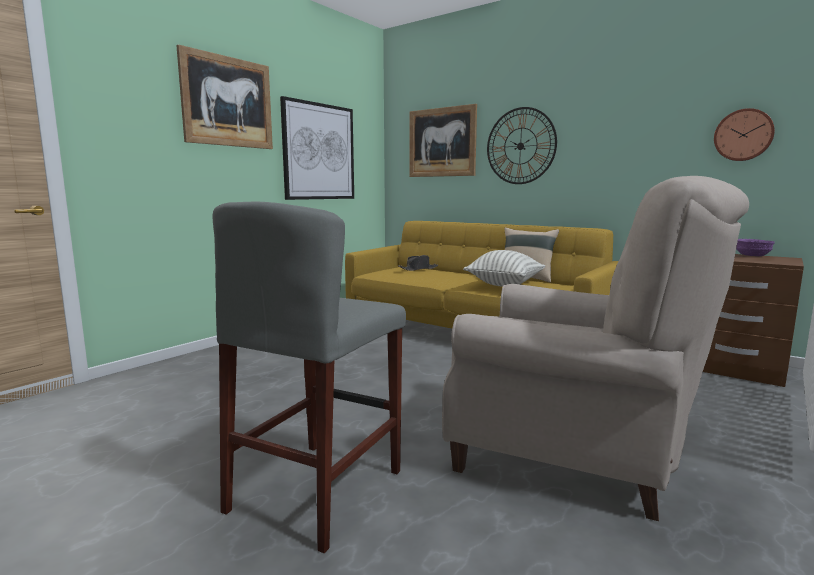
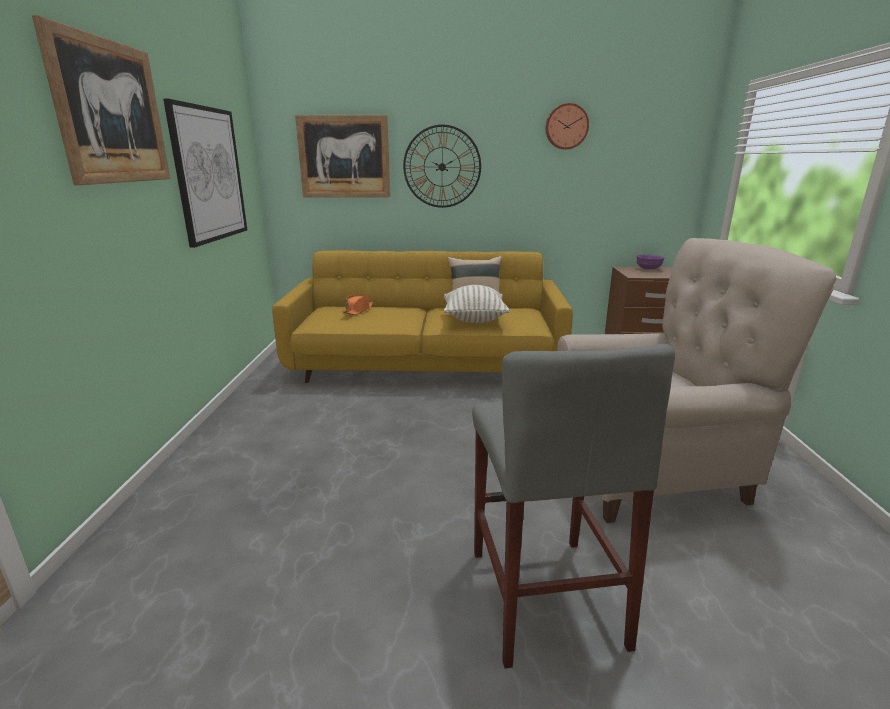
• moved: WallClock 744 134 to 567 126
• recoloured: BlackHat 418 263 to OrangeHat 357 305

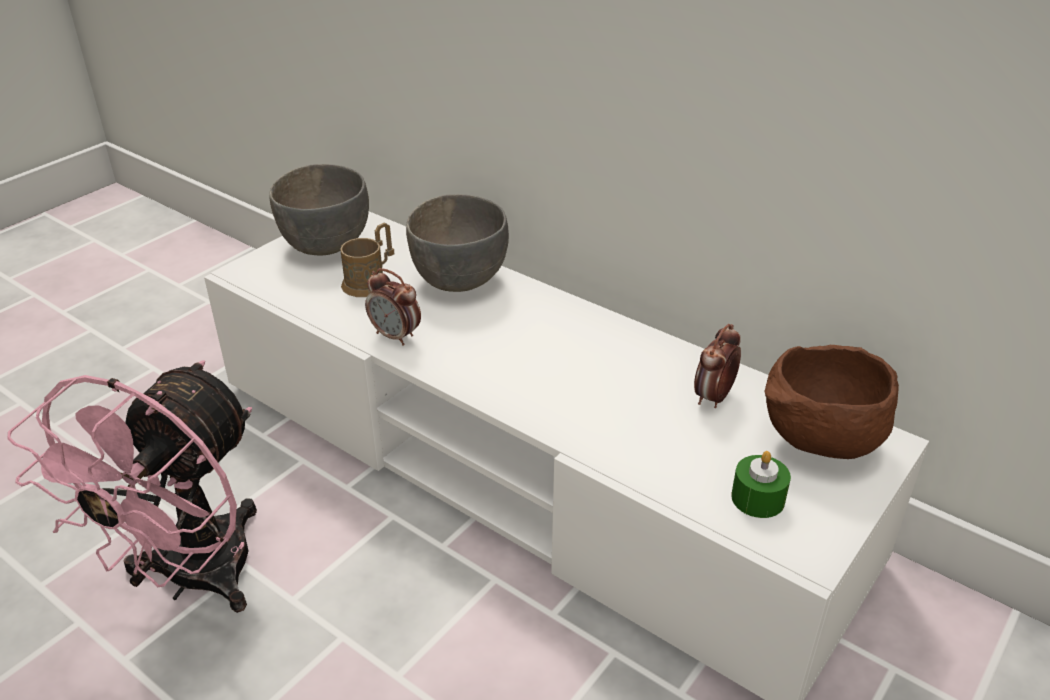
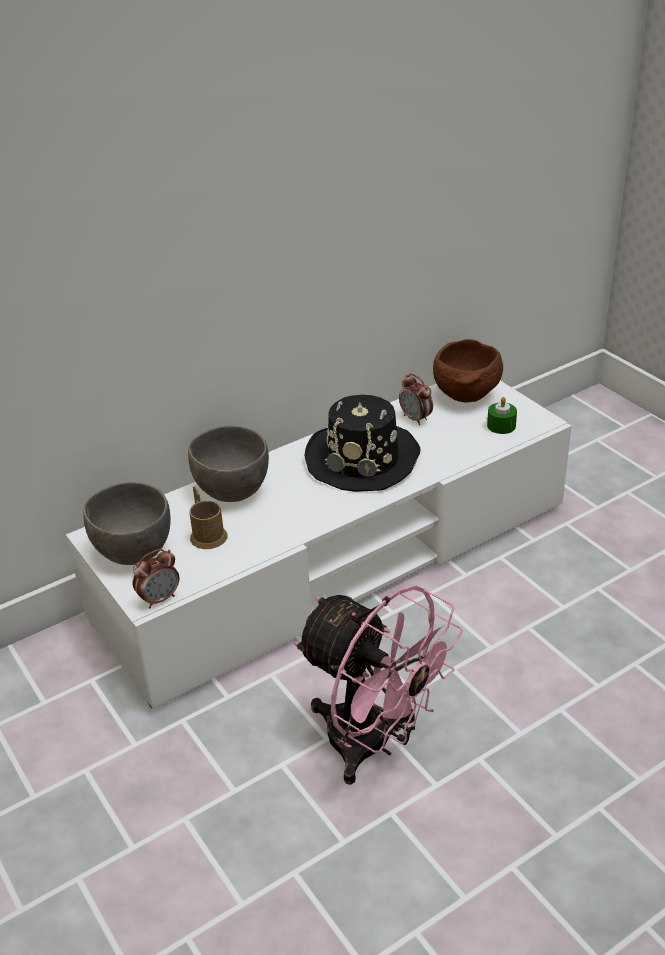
• added: BlackHat 362 443
• moved: AlarmClock 393 307 to 155 578

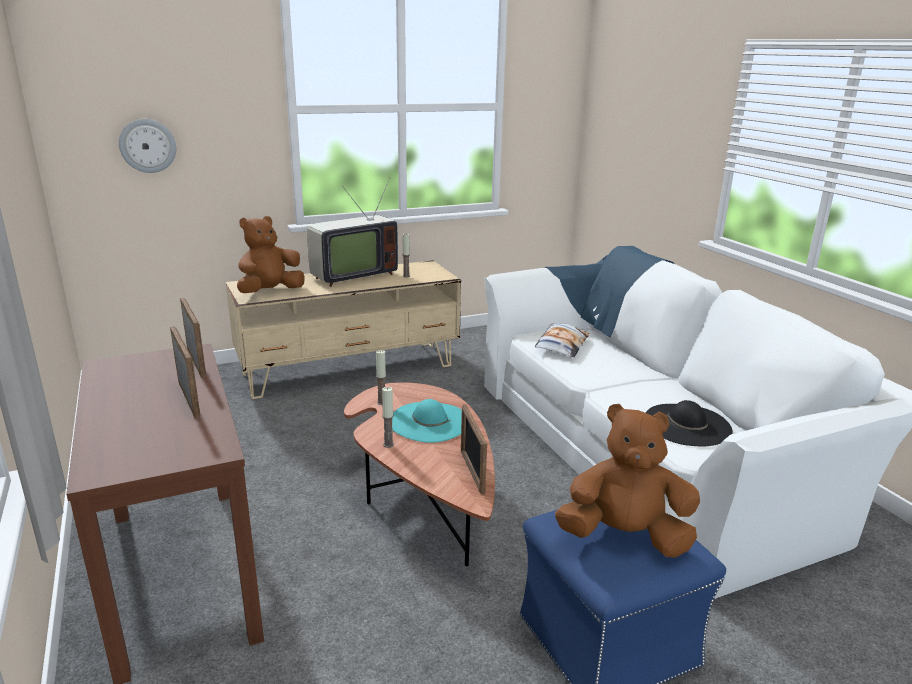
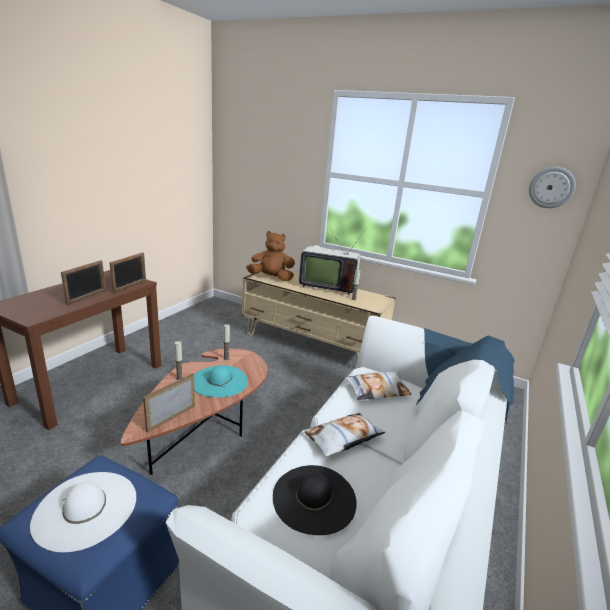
• added: Pillow 345 435
• moved: WallClock 147 146 to 552 187
• replaced: BrownPlushToy 627 481 to WhiteHat 83 512

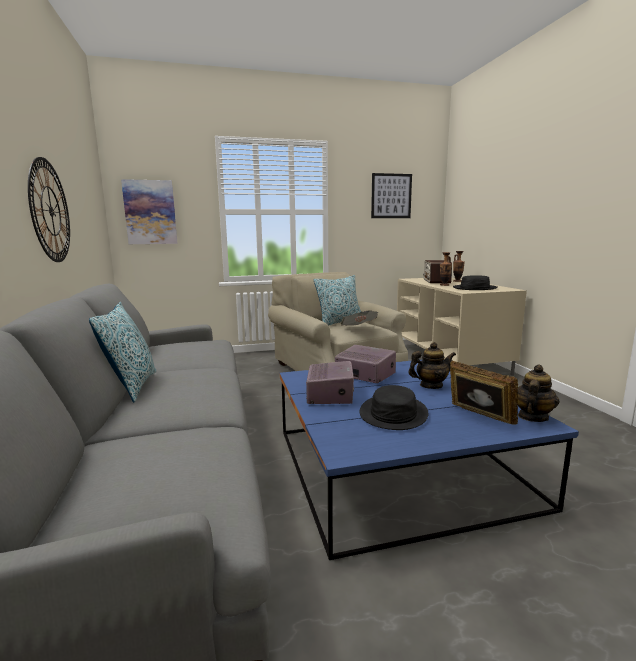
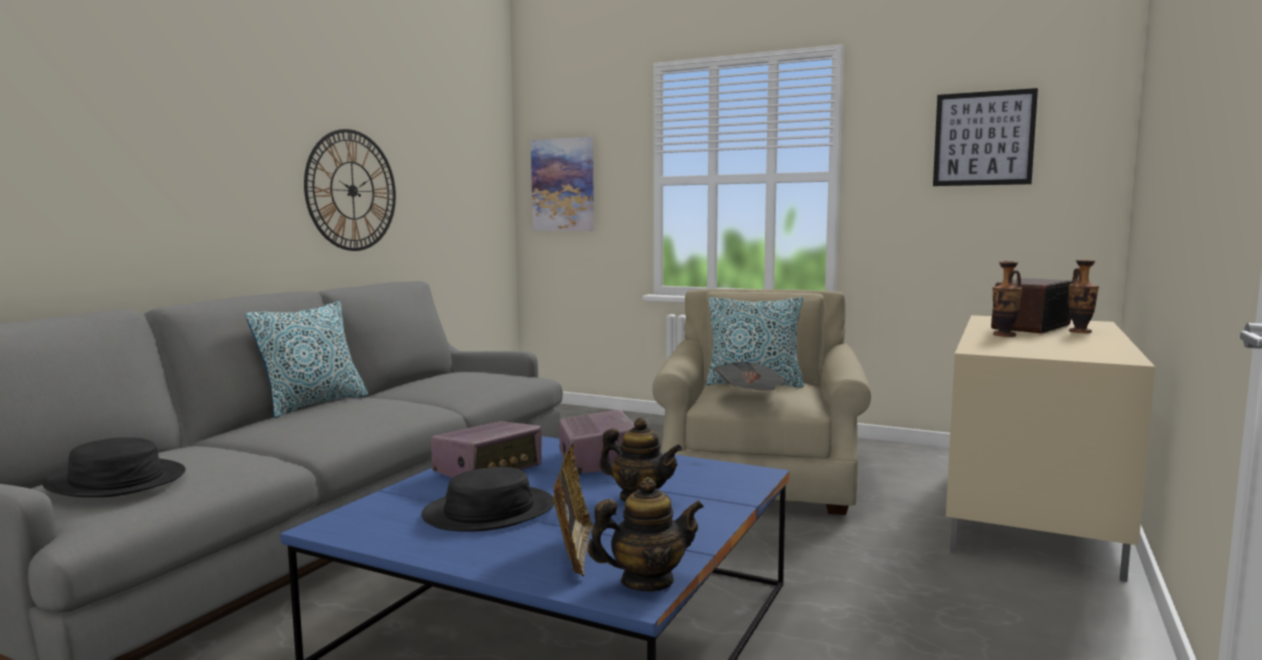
• moved: BlackHat 475 282 to 114 467

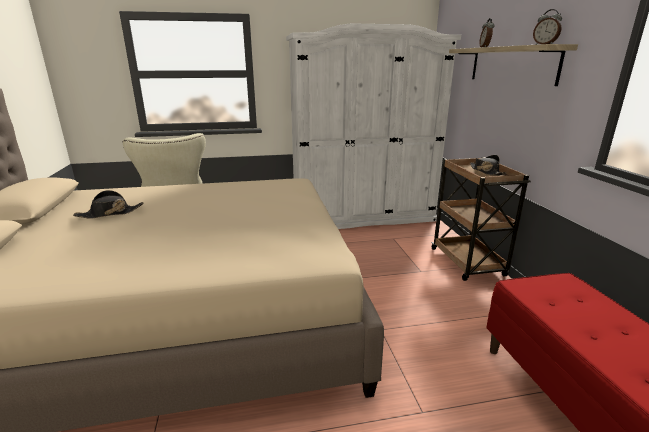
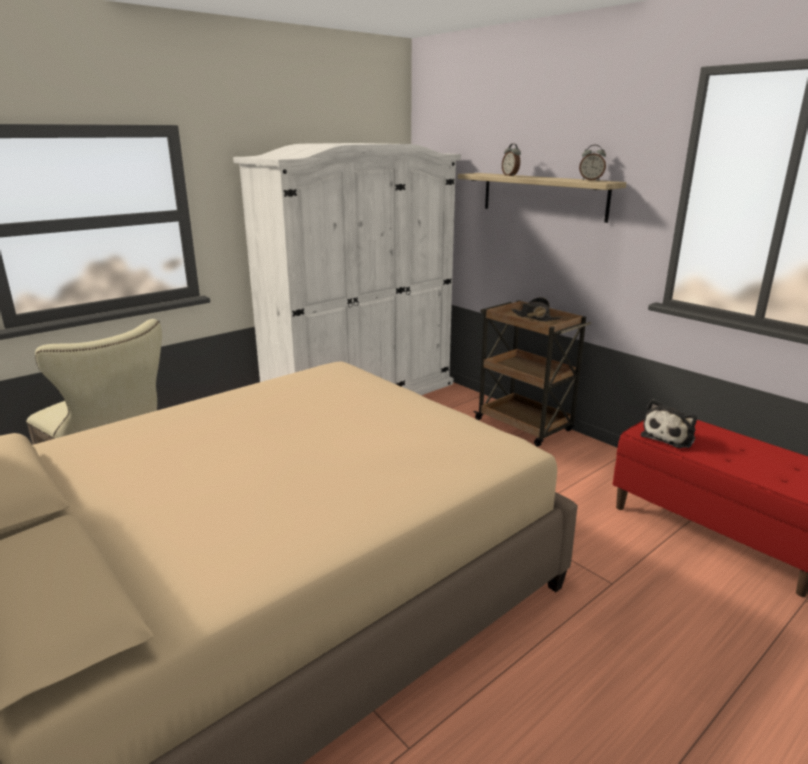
• removed: BlackHat 108 204
• added: PlushToy 669 423

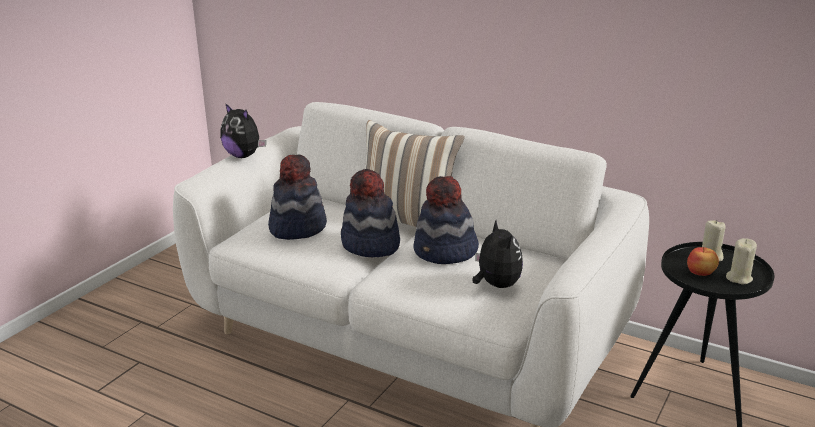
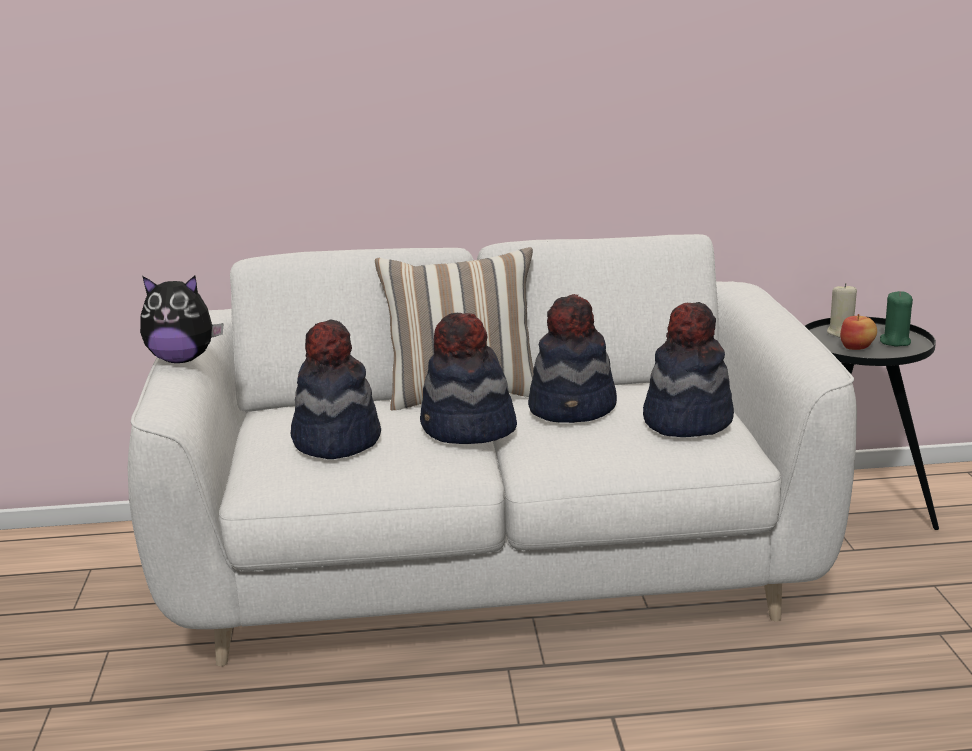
• replaced: PlushToy 497 254 to Hat 688 369
• recoloured: BeigeCandle 741 261 to GreenCandle 896 319

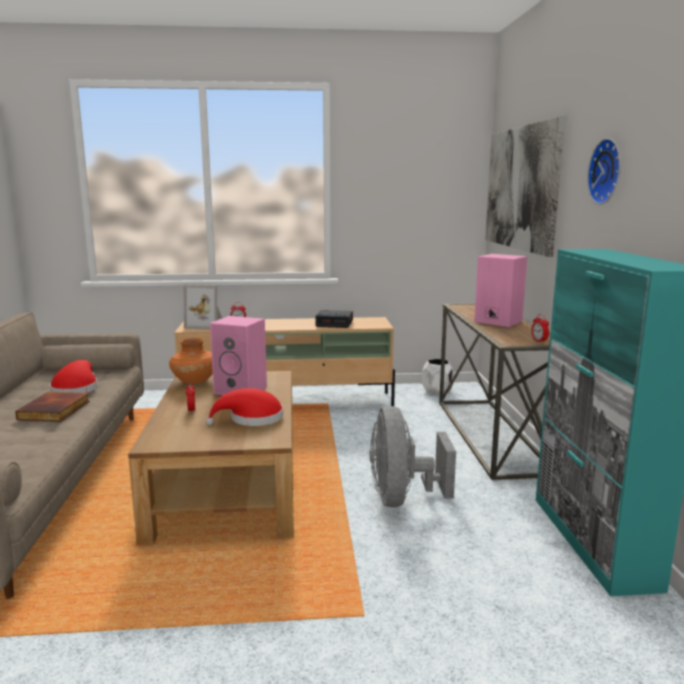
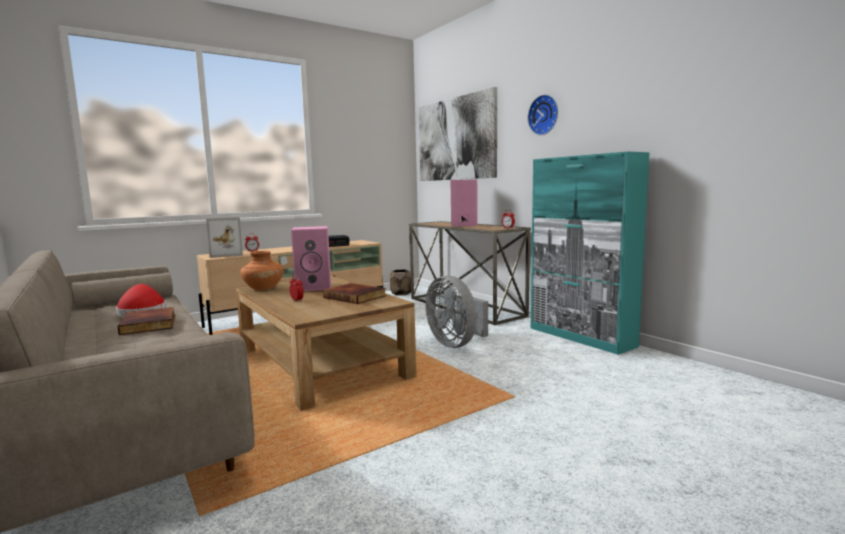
• replaced: RedHat 244 407 to Book 354 293
• recoloured: WhitePlanter 438 377 to BrownPlanter 400 282

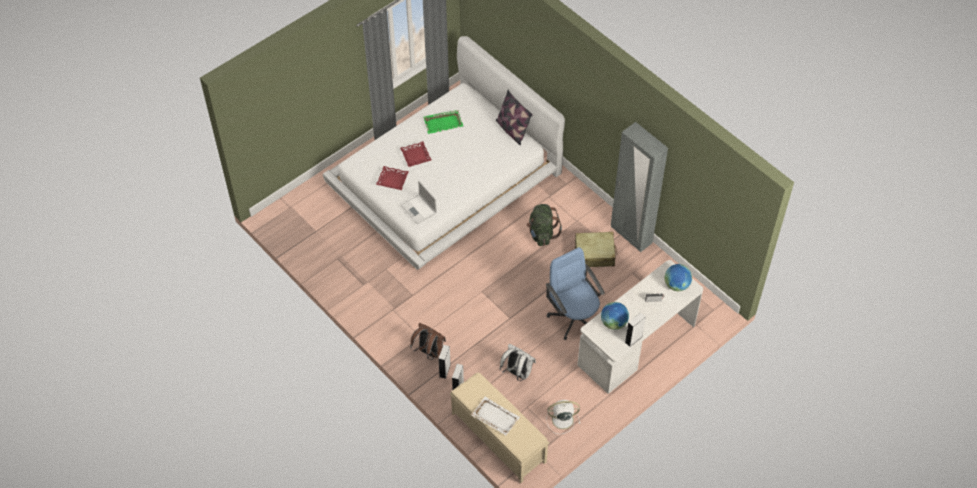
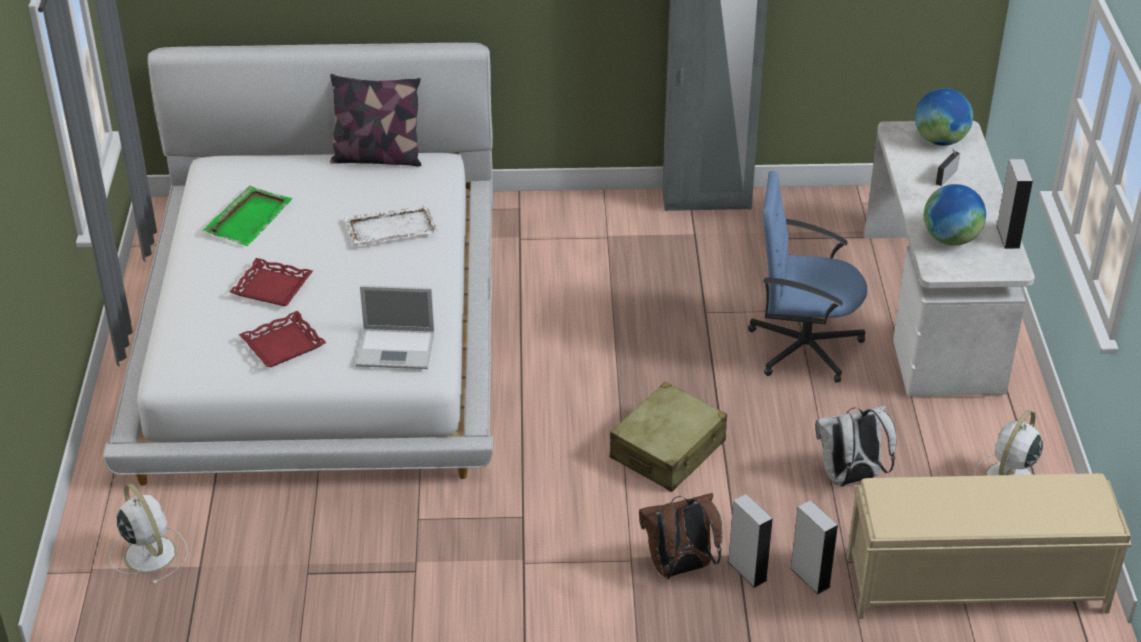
• removed: GreenBackpack 544 225
• added: WhiteFan 148 534
• moved: WhiteTray 495 416 to 391 225
• moved: BeigeSuitcase 596 249 to 668 437

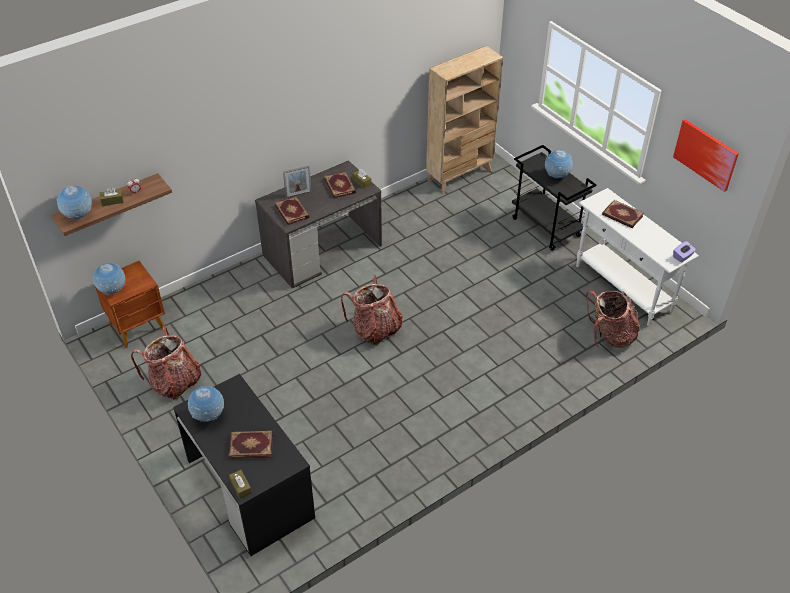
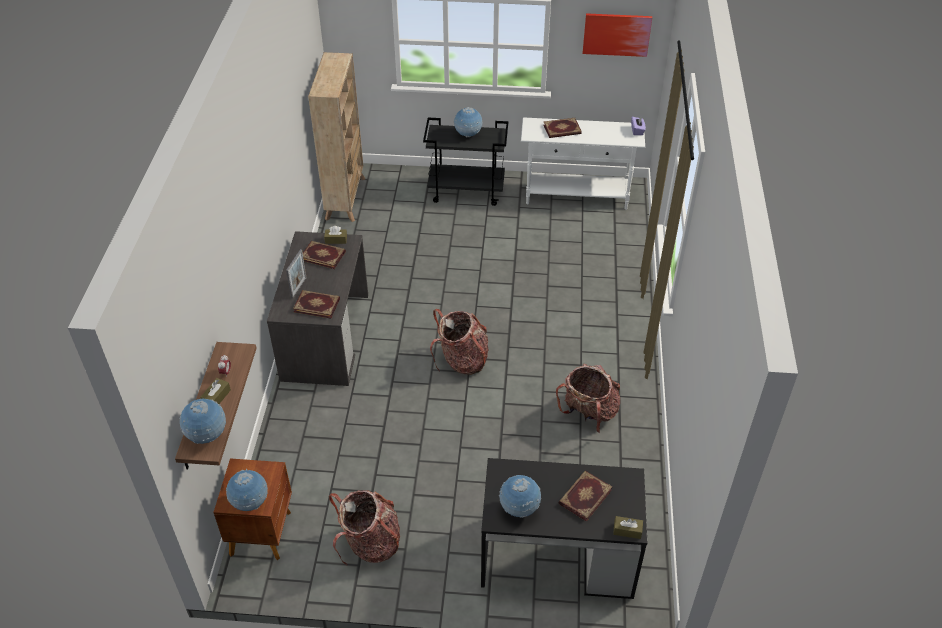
• moved: Backpack 613 319 to 588 398

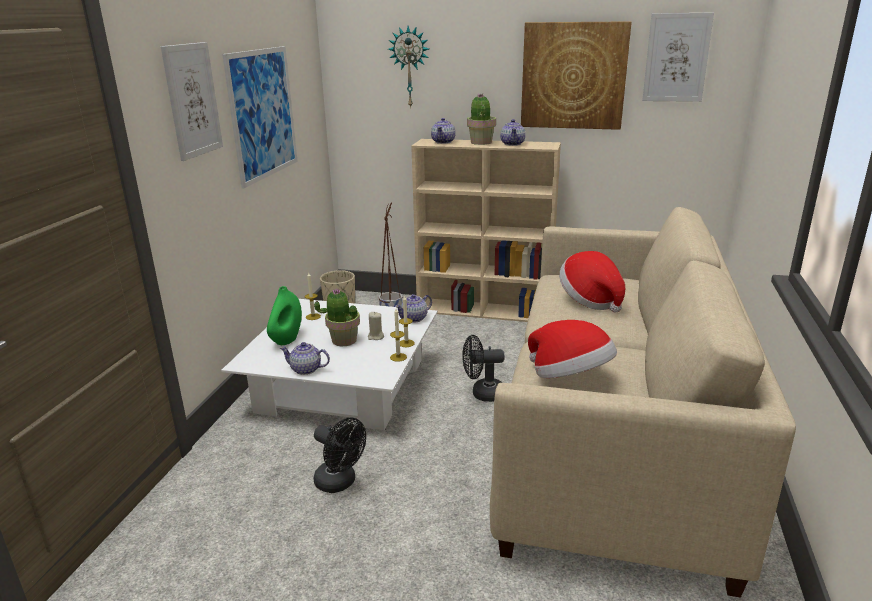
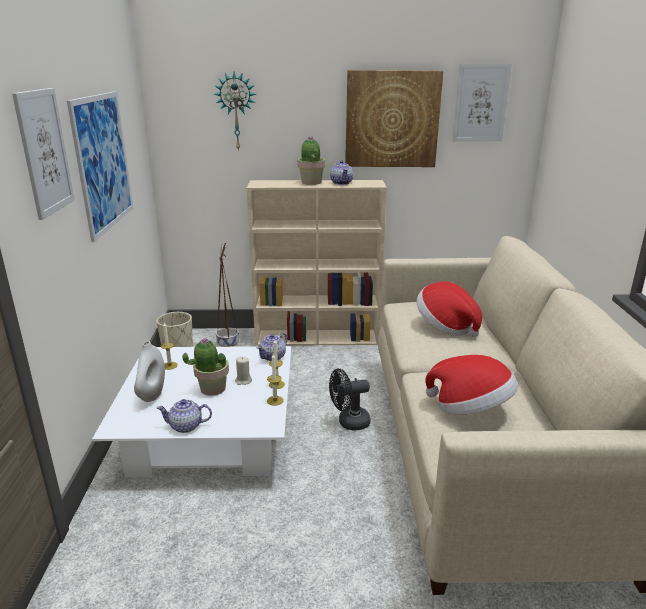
• removed: BlackFan 340 455
• removed: Teapot 443 131
• recoloured: GreenVase 284 315 to WhiteVase 149 371

